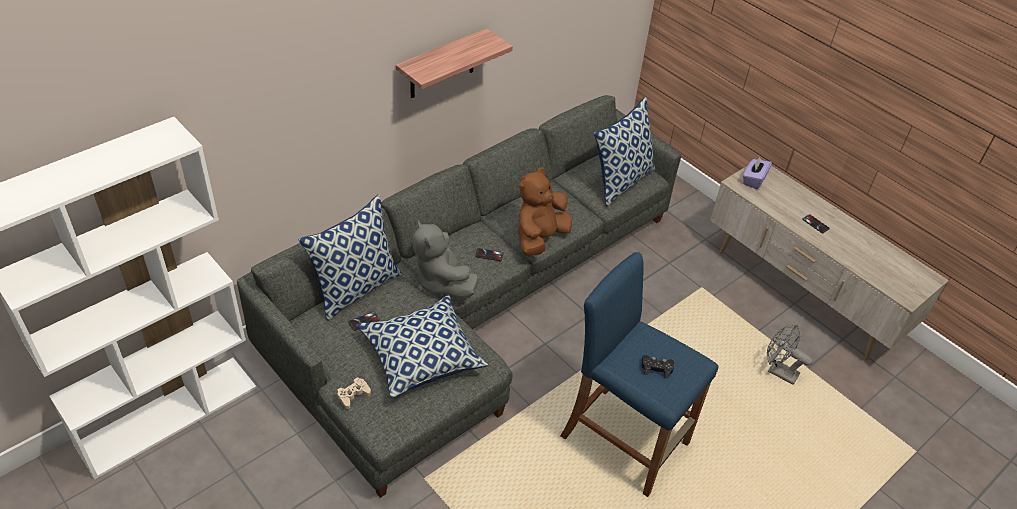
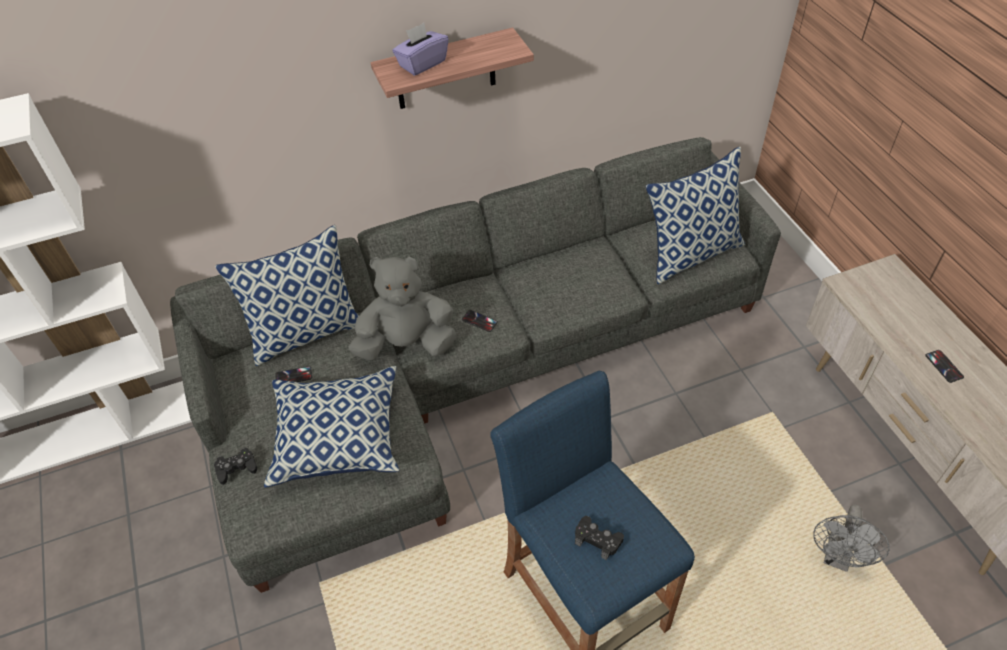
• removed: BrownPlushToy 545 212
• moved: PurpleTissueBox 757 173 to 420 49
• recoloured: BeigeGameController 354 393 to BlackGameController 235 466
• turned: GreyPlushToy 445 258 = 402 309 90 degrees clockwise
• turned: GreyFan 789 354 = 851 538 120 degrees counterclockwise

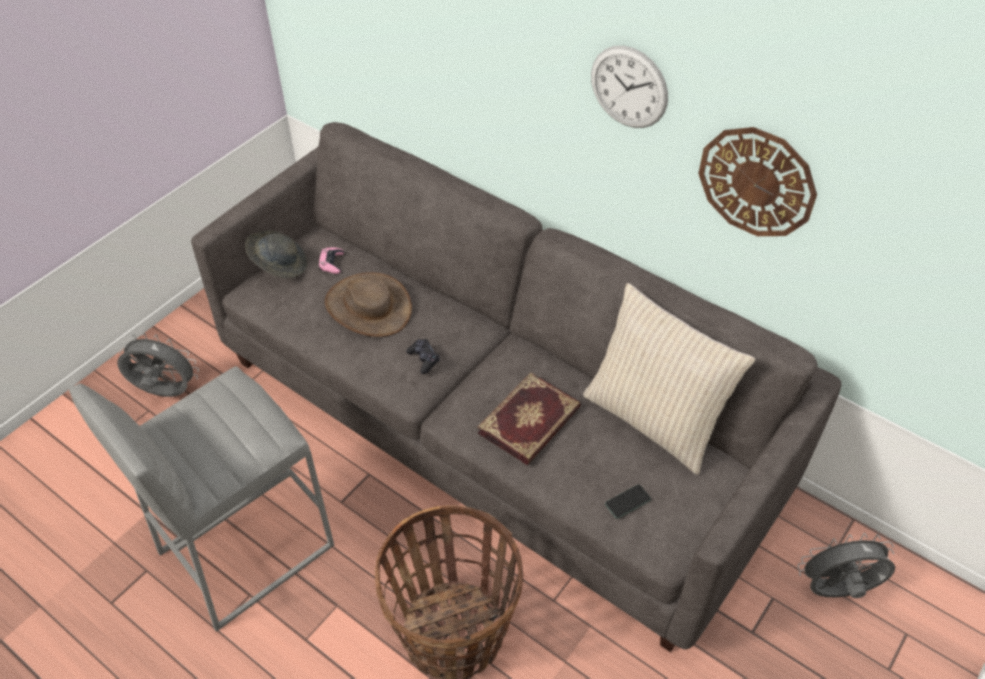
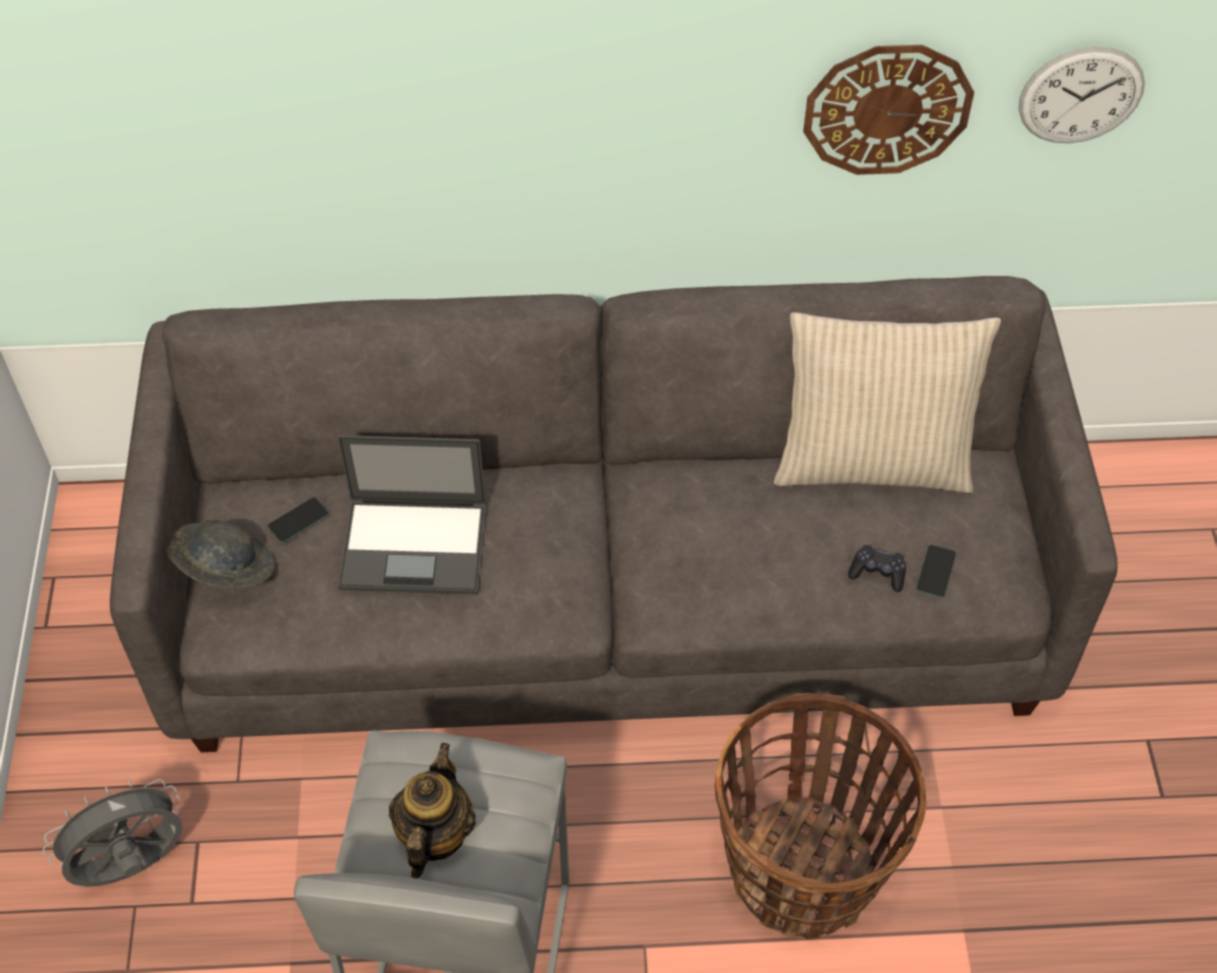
• removed: Book 529 418
• removed: GreyFan 846 565
• added: Teapot 432 811
• moved: BlackGameController 423 356 to 877 568
• moved: WallClock 629 86 to 1082 94
• replaced: PinkGameController 331 260 to Phone 298 520
• replaced: BrownHat 368 304 to Laptop 412 514

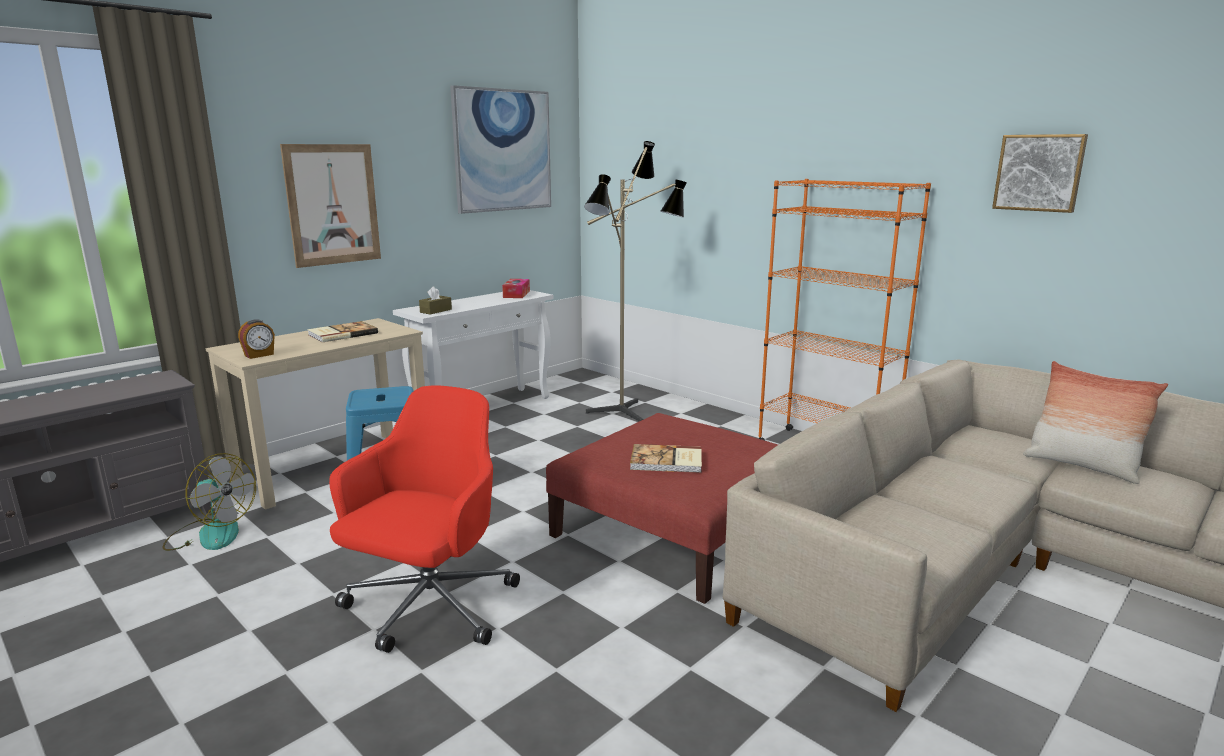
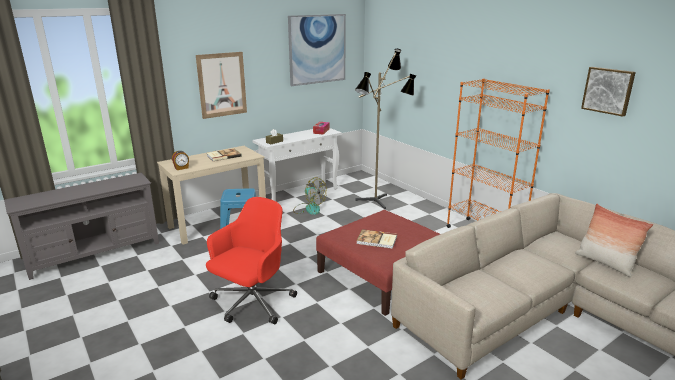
• moved: Fan 209 502 to 310 196

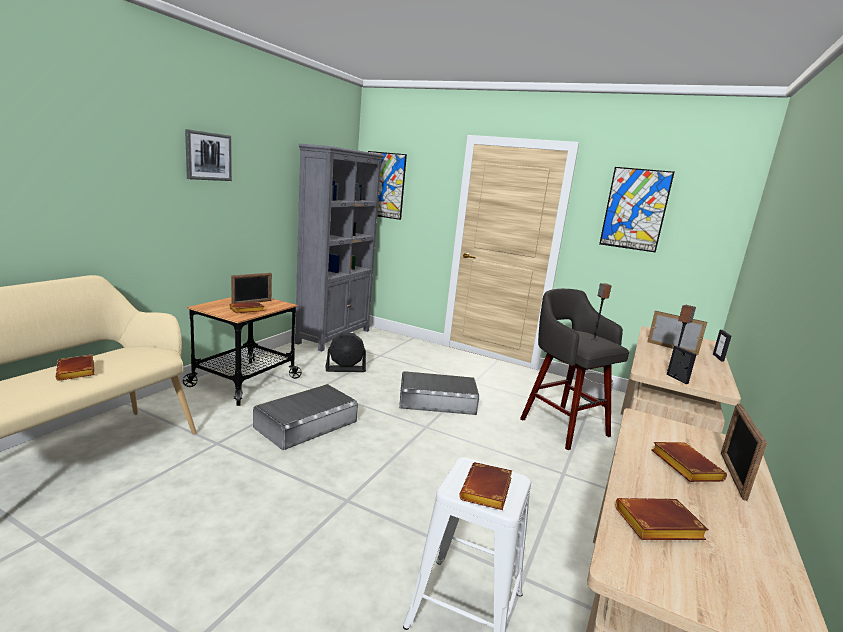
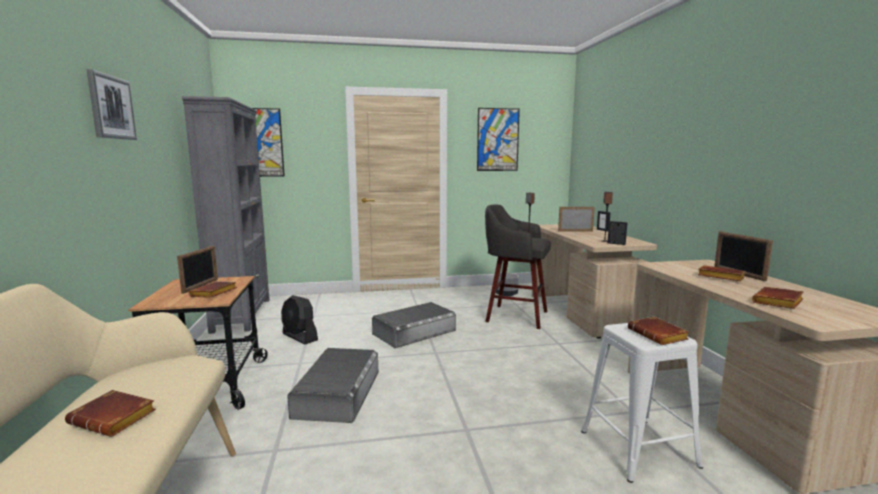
• turned: BlackFan 346 352 = 299 320 90 degrees clockwise

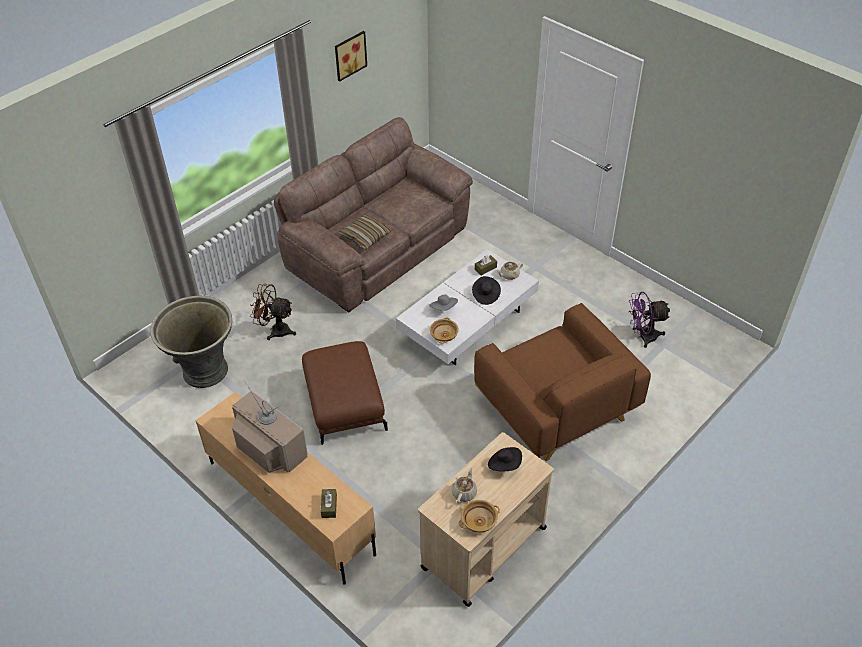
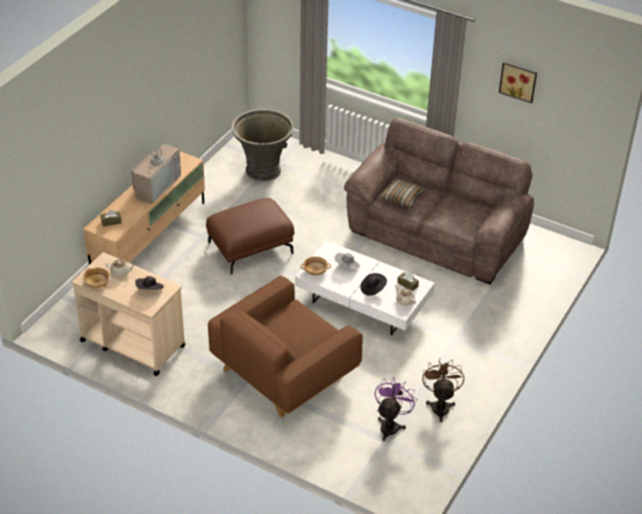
• moved: BrownFan 273 312 to 443 390
• turned: PurpleFan 649 320 = 396 409 45 degrees clockwise

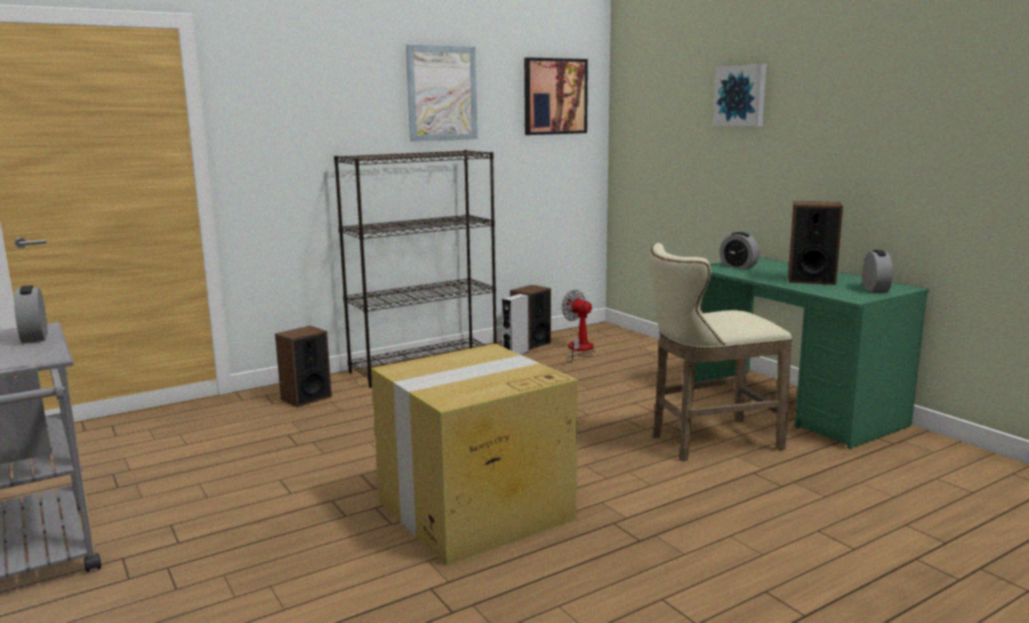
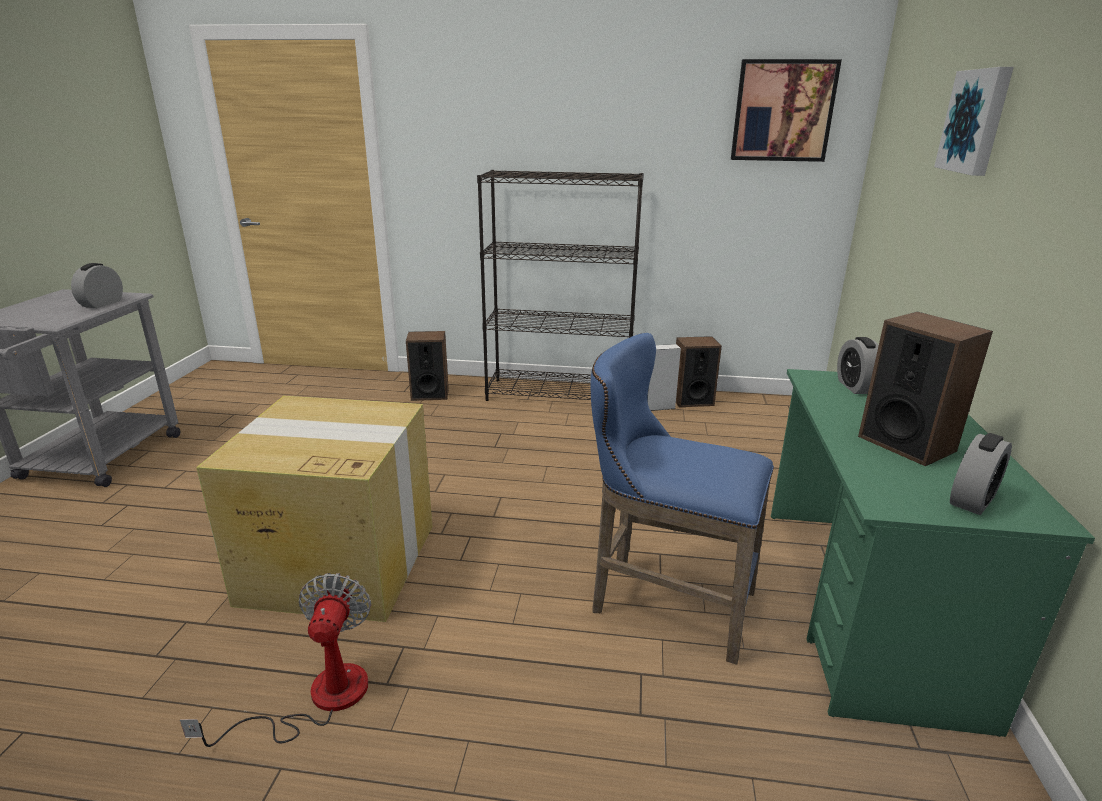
• removed: Picture 441 93
• moved: Fan 578 326 to 275 660
• recoloured: BeigeStool 721 352 to BlueStool 682 499

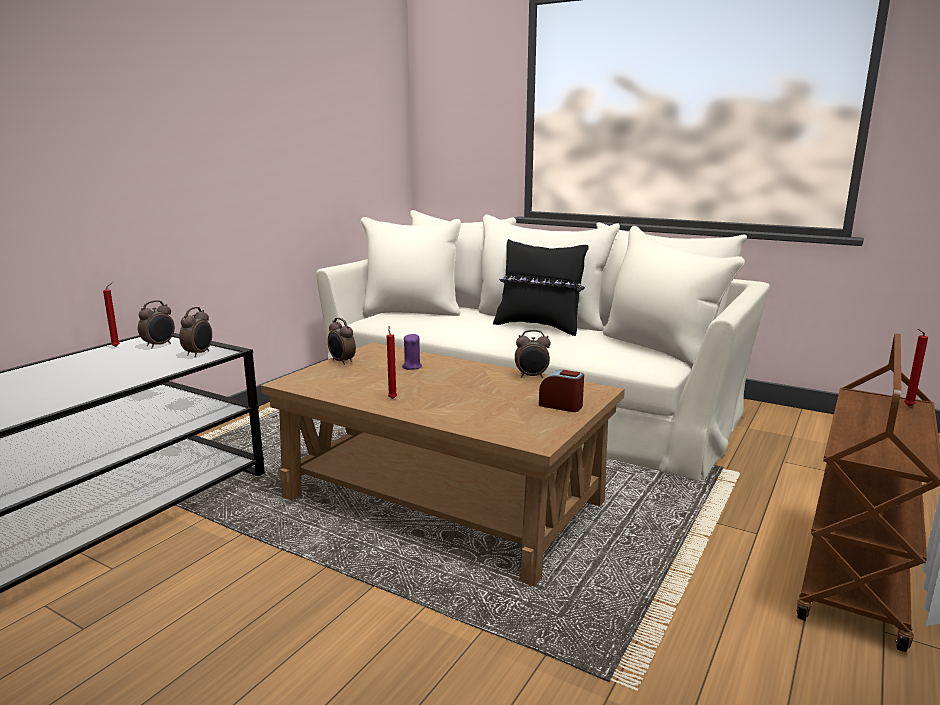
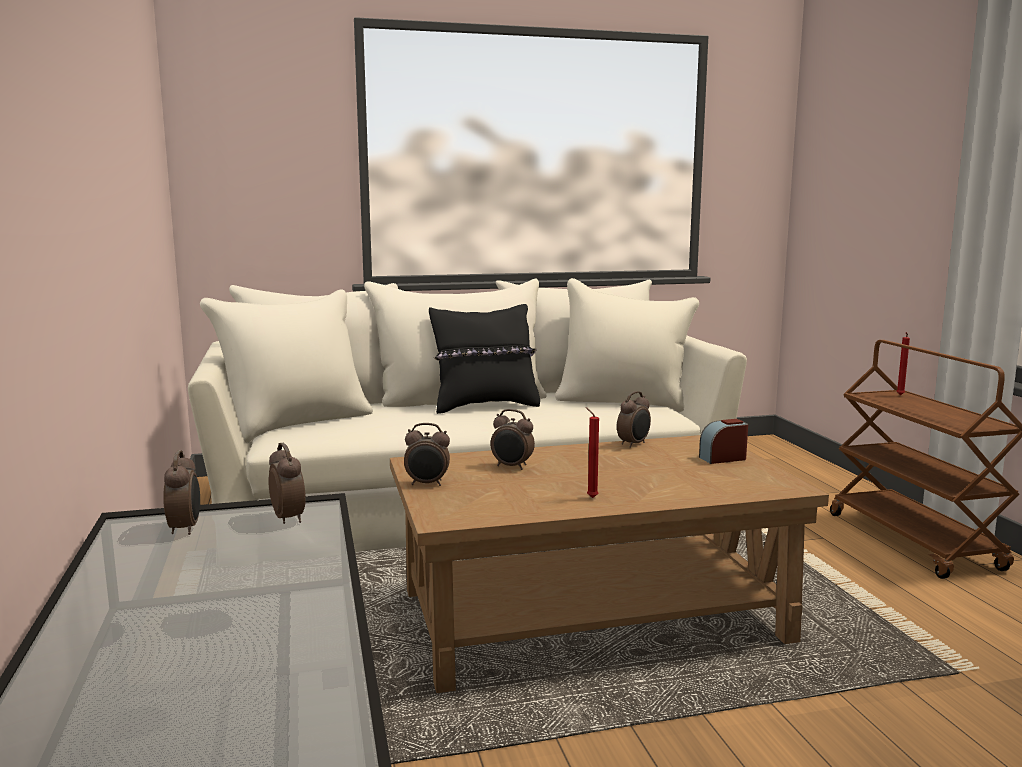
• removed: RedCandle 111 315
• replaced: PurpleCandle 412 352 to AlarmClock 512 439

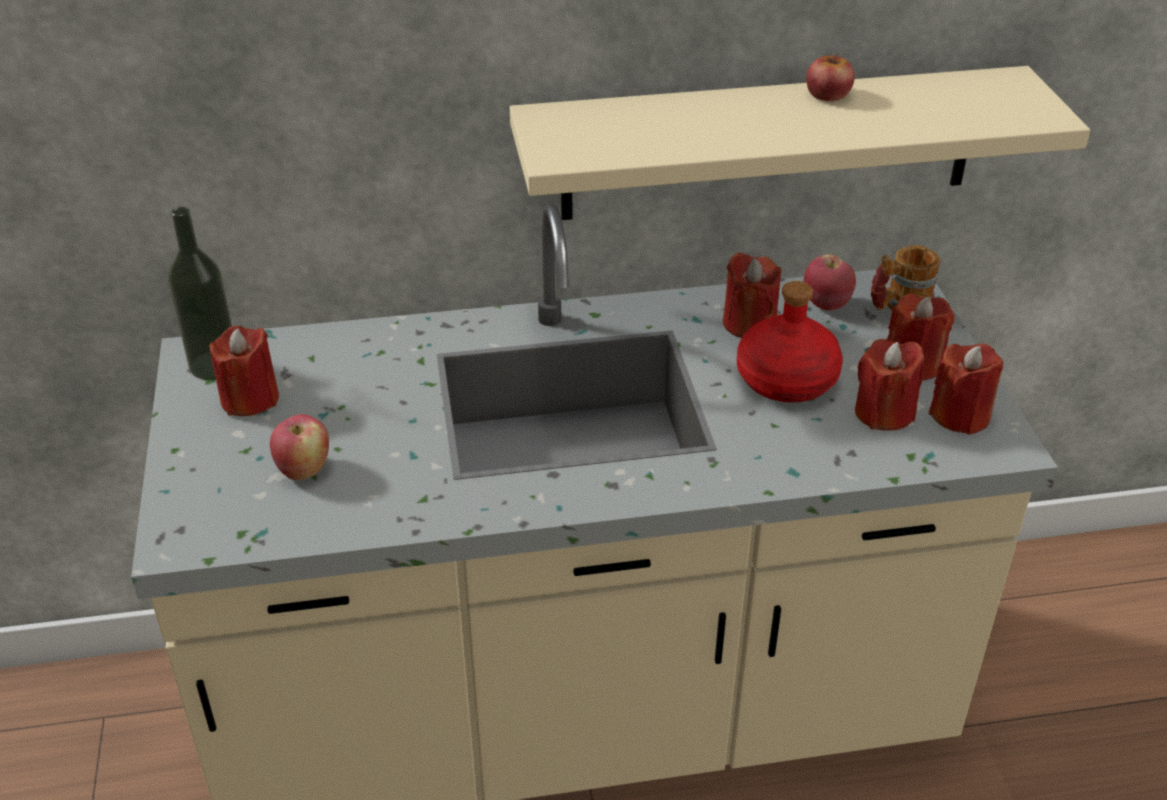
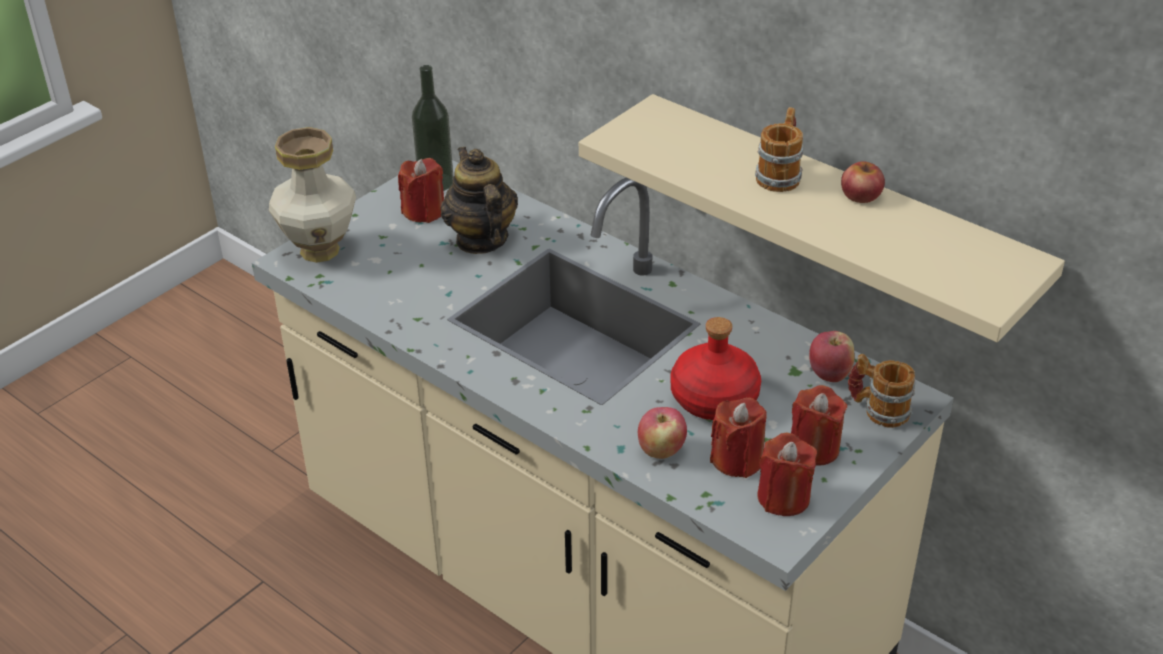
• removed: RedCandle 752 295
• added: Vase 312 195
• added: Teapot 479 200
• added: Mug 779 149
• moved: Apple 299 447 to 662 433

